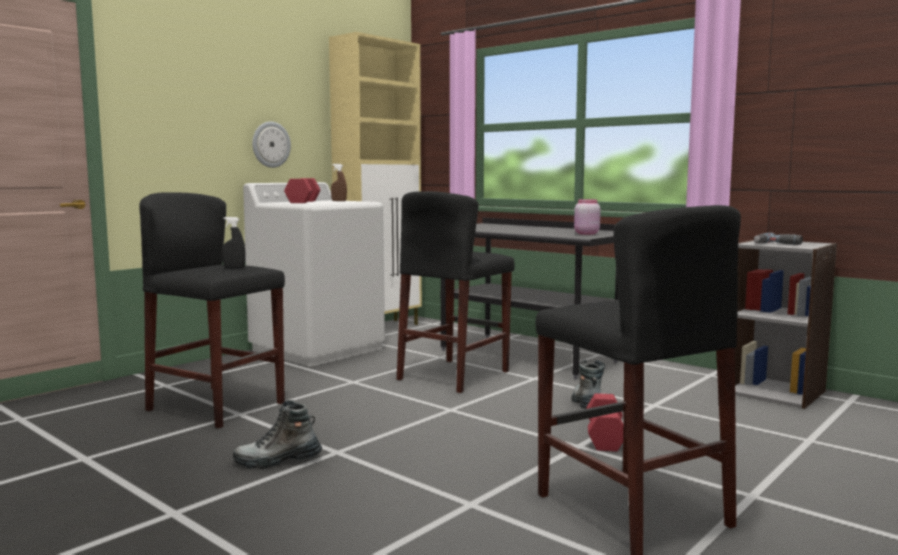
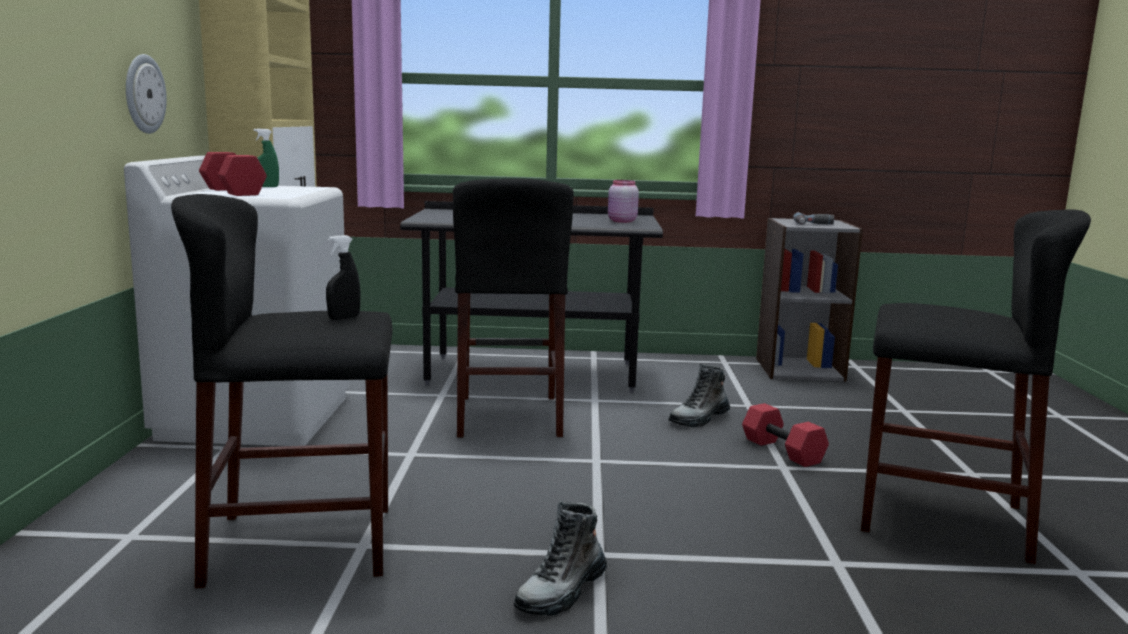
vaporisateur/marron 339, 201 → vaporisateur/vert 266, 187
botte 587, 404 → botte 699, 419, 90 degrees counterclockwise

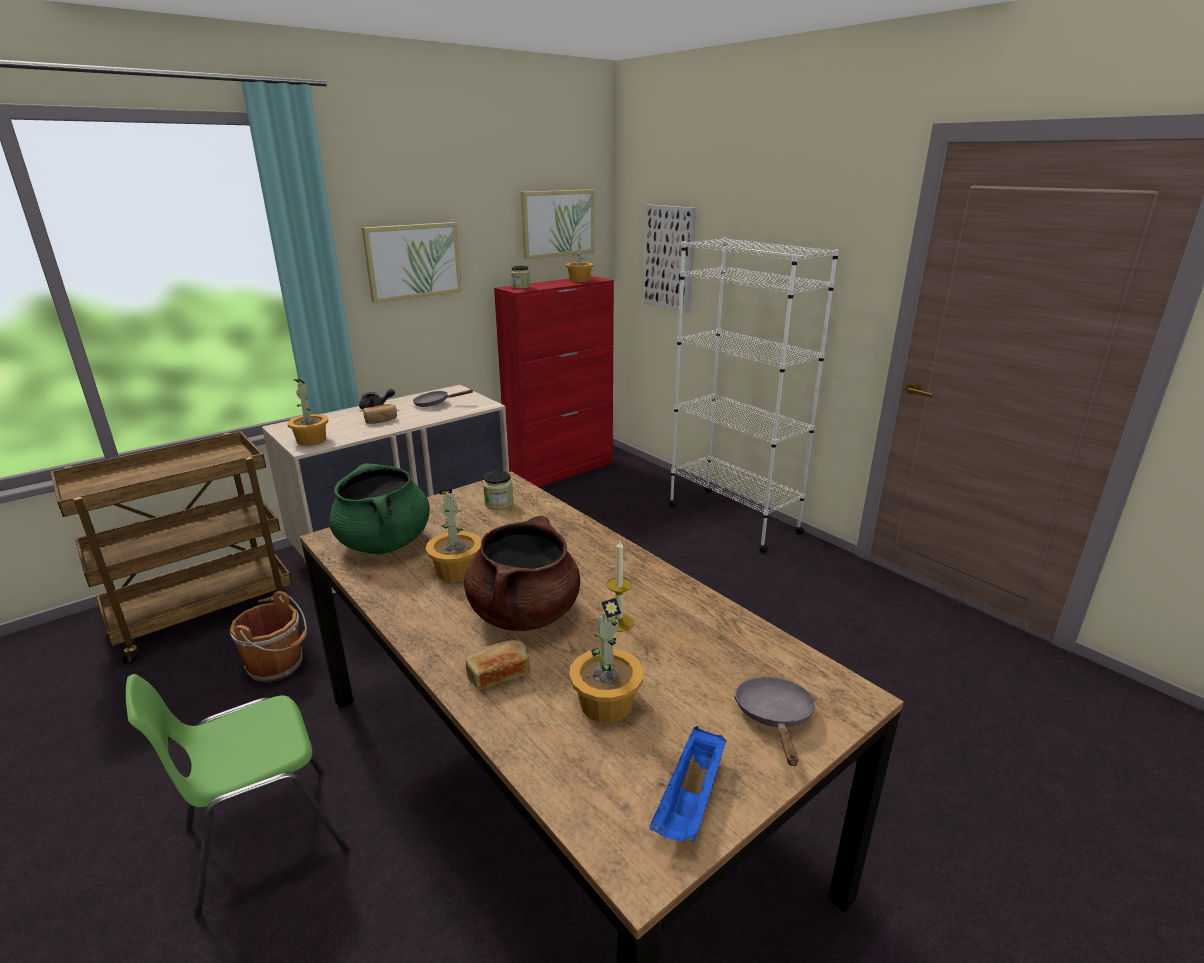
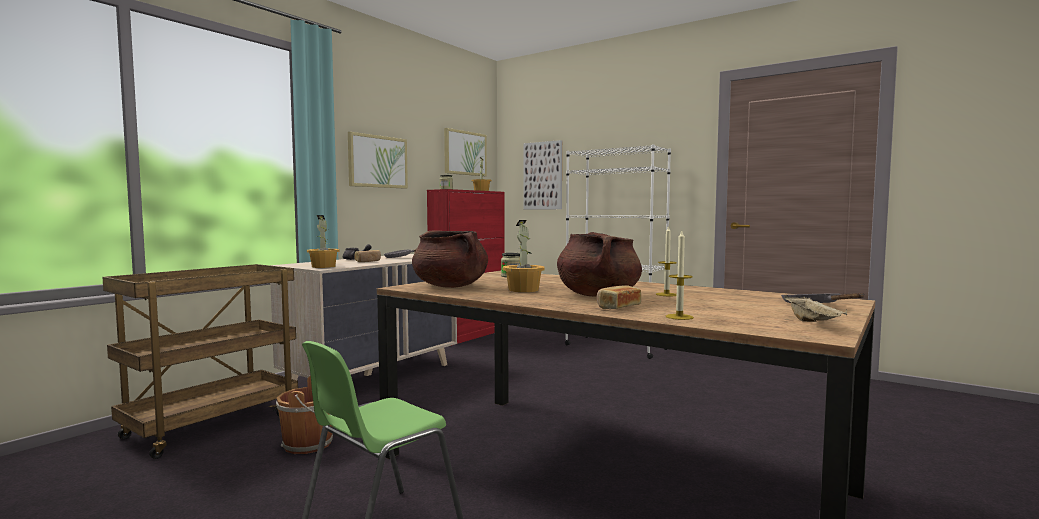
marmite/vert 385, 543 → marmite/marron 451, 286
- → bougie 679, 317
plateau/bleu 690, 801 → plateau/beige 812, 323
plante en pot 605, 703 → -

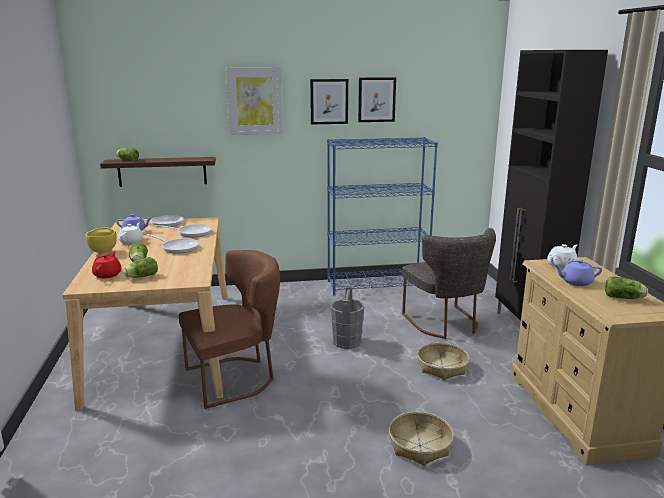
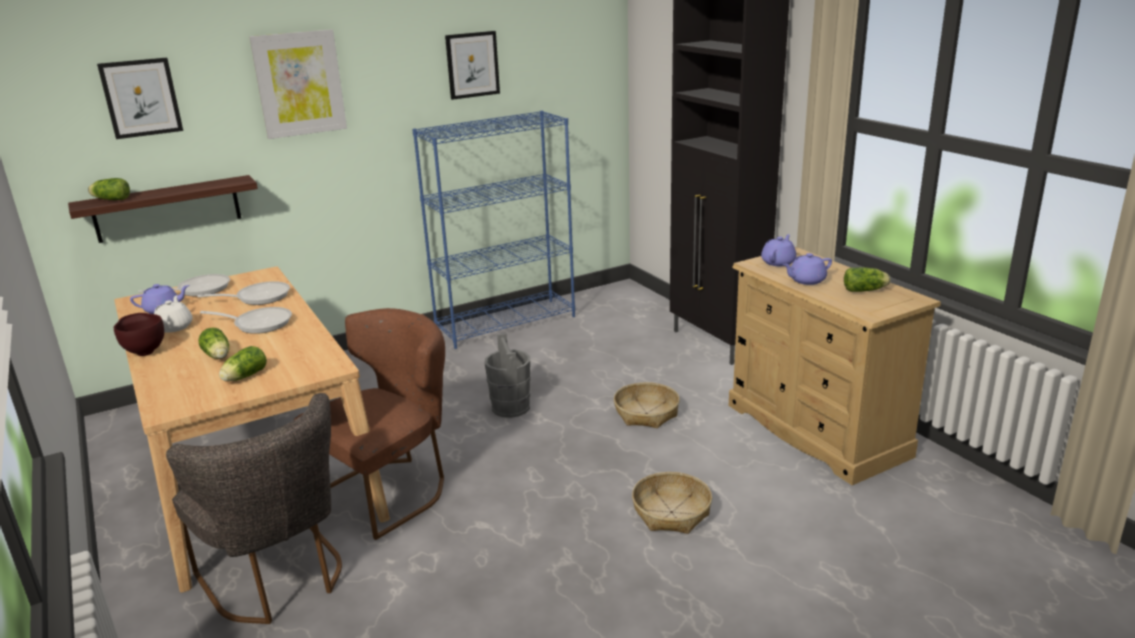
tableau 329, 101 → tableau 141, 98, relocated
bol/jaune 103, 252 → bol/marron 145, 351
chaise/gris 445, 324 → chaise/gris 279, 580, relocated
théière/blanc 562, 265 → théière/violet 778, 262
théière/rouge 108, 274 → -

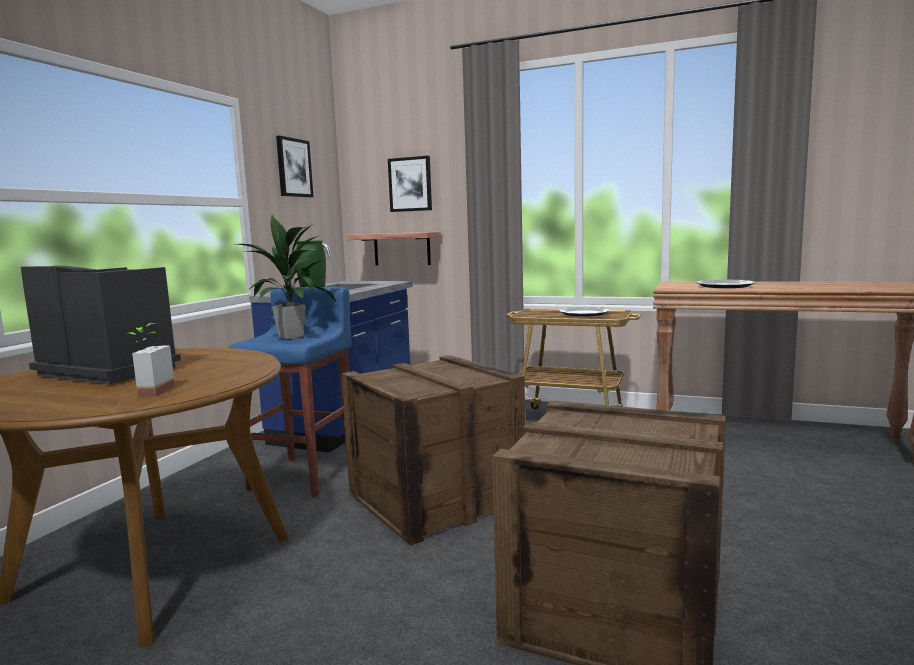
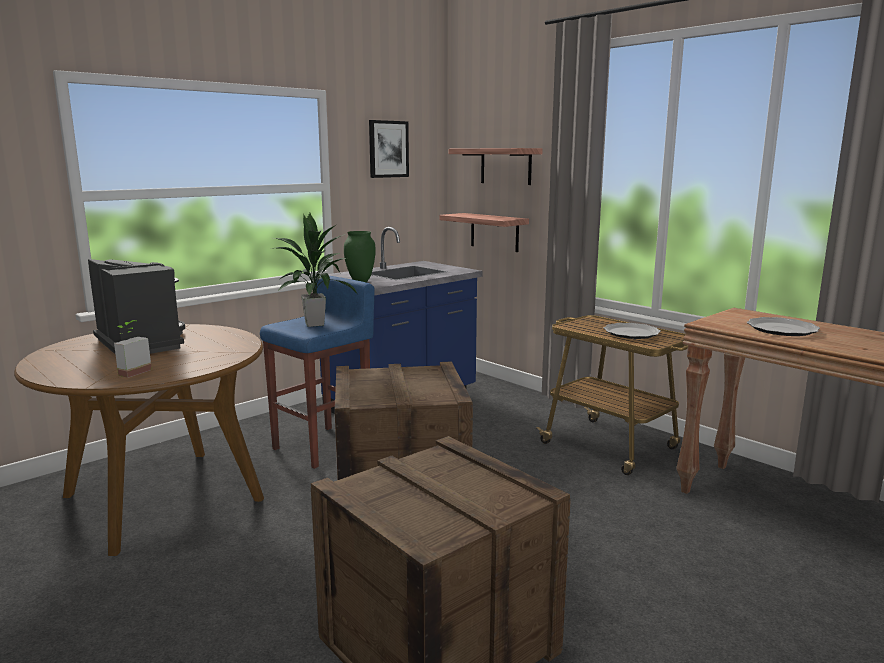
tableau 410, 184 → étagère 505, 166

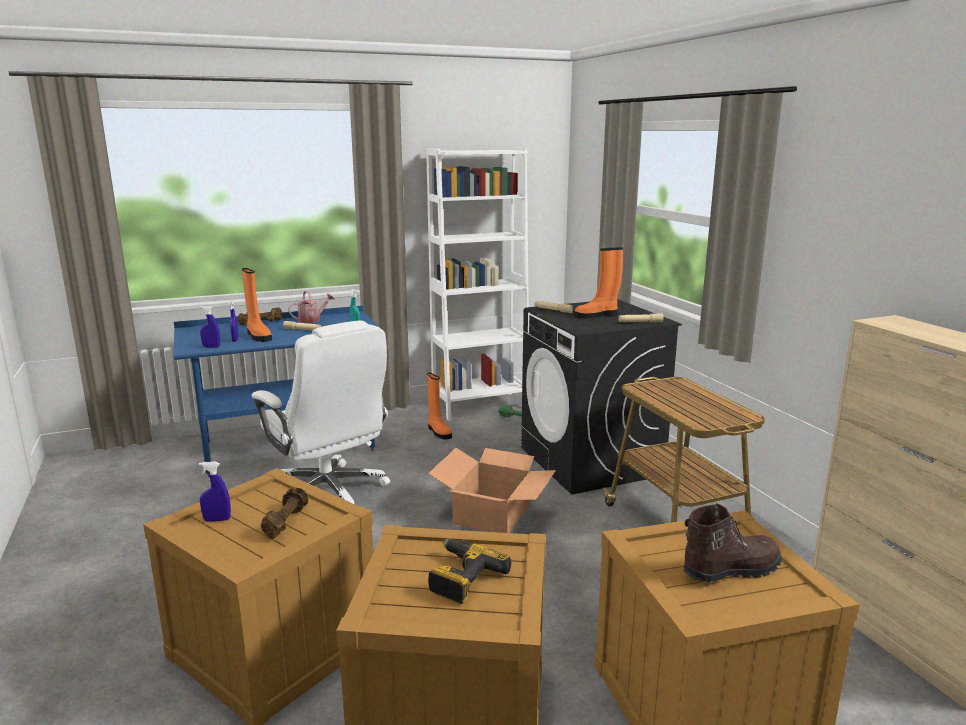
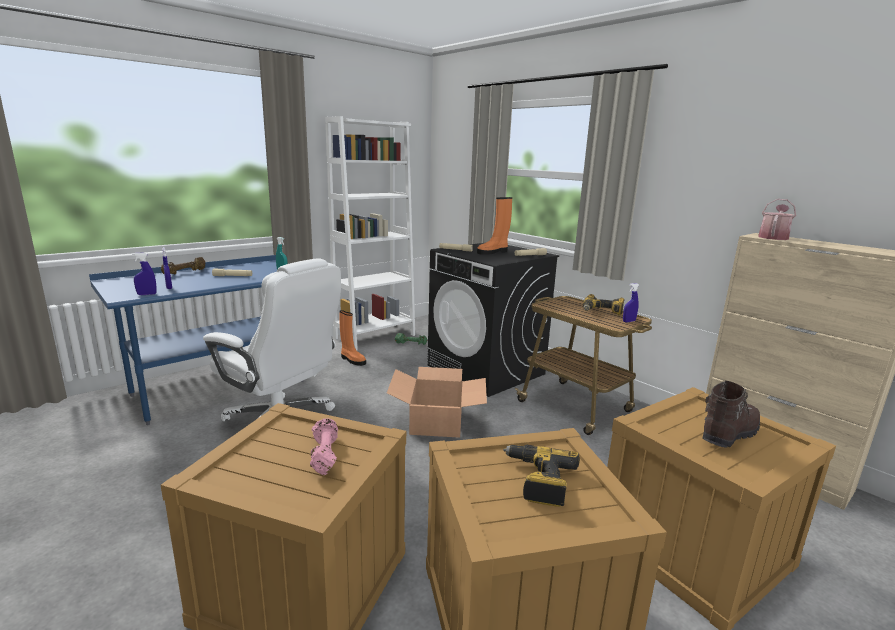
haltère/marron 285, 522 → haltère/rose 324, 455
- → perceuse 601, 311
vaporisateur/bleu 217, 520 → vaporisateur/bleu 629, 321, relocated
arrosoir 312, 320 → arrosoir 773, 237, relocated
botte/orange 258, 336 → -

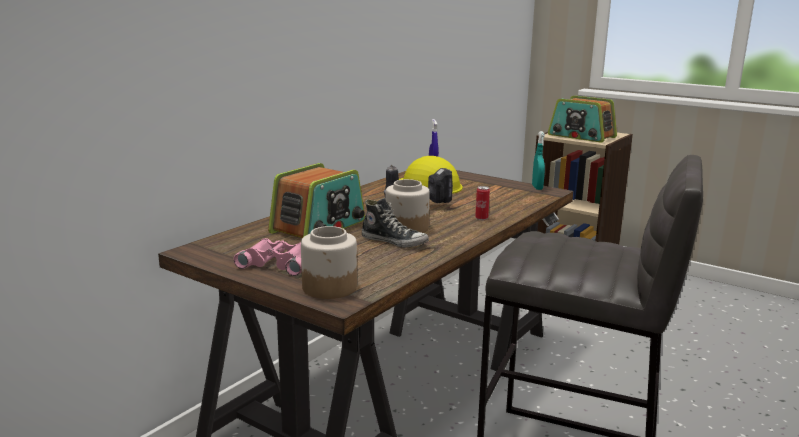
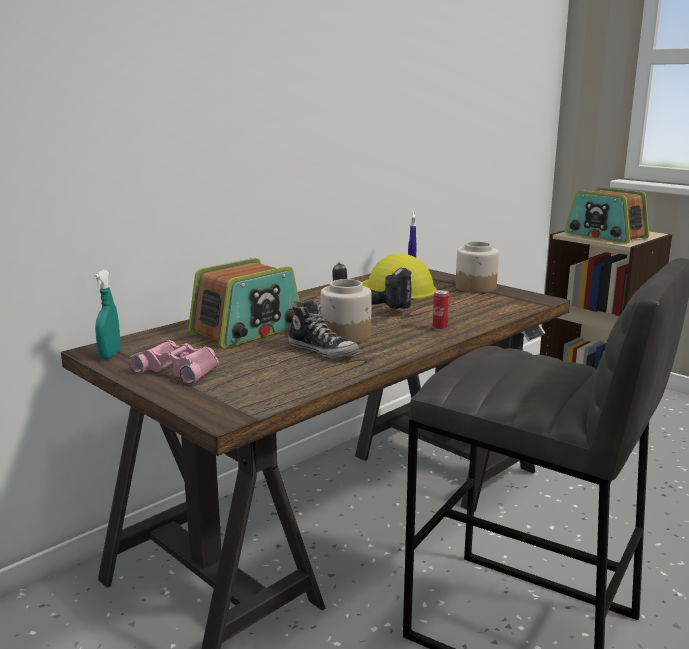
vaporisateur/turquoise 537, 187 → vaporisateur/turquoise 110, 355, relocated
bocal 330, 287 → bocal 476, 287, relocated

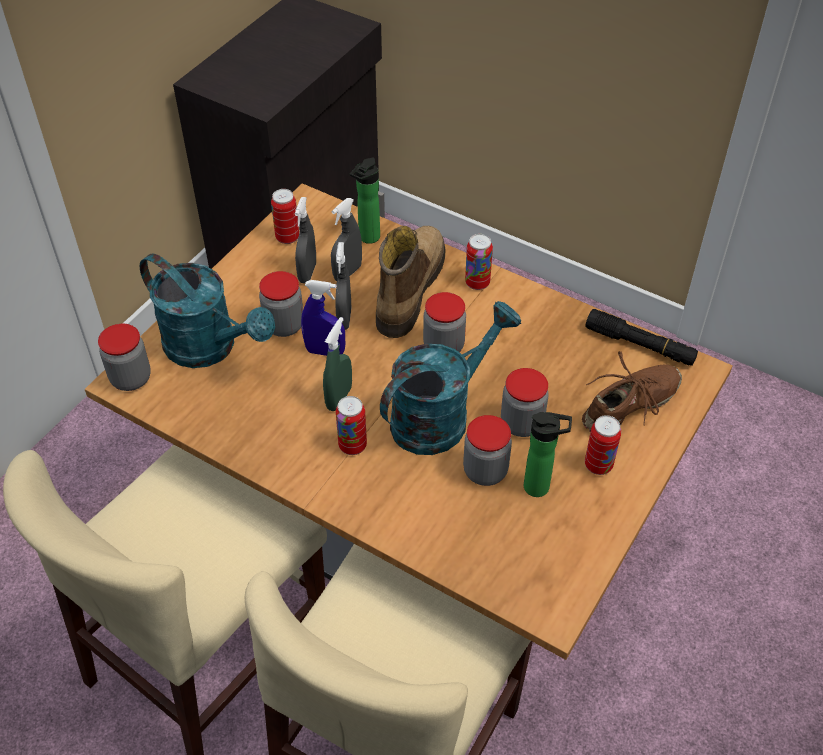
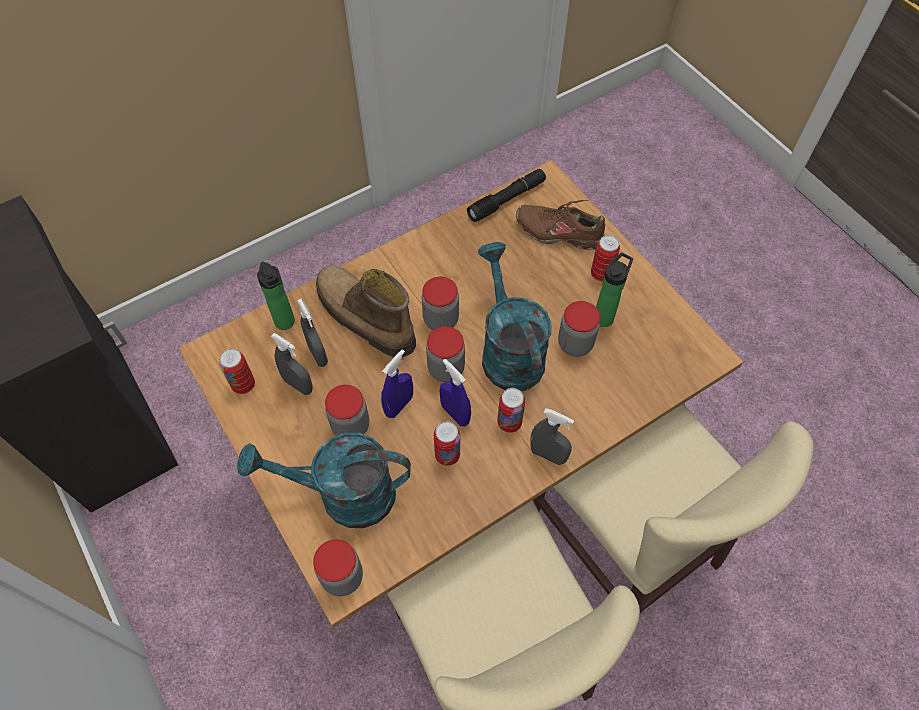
arrosoir/turquoise 210, 348 → arrosoir/turquoise 343, 495, 150 degrees counterclockwise
bocal 521, 423 → bocal 446, 369, relocated
boîte métallique 477, 283 → boîte métallique 447, 455, relocated
vaporisateur/vert 339, 398 → vaporisateur/bleu 455, 414
chaussure/marron 630, 407 → chaussure/marron 559, 232, 60 degrees counterclockwise
vaporisateur/gris 344, 318 → vaporisateur/gris 548, 455, relocated

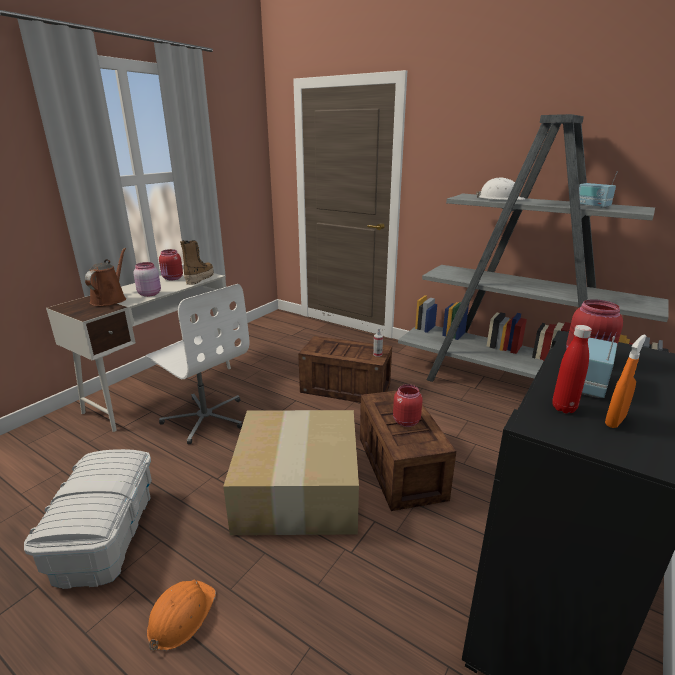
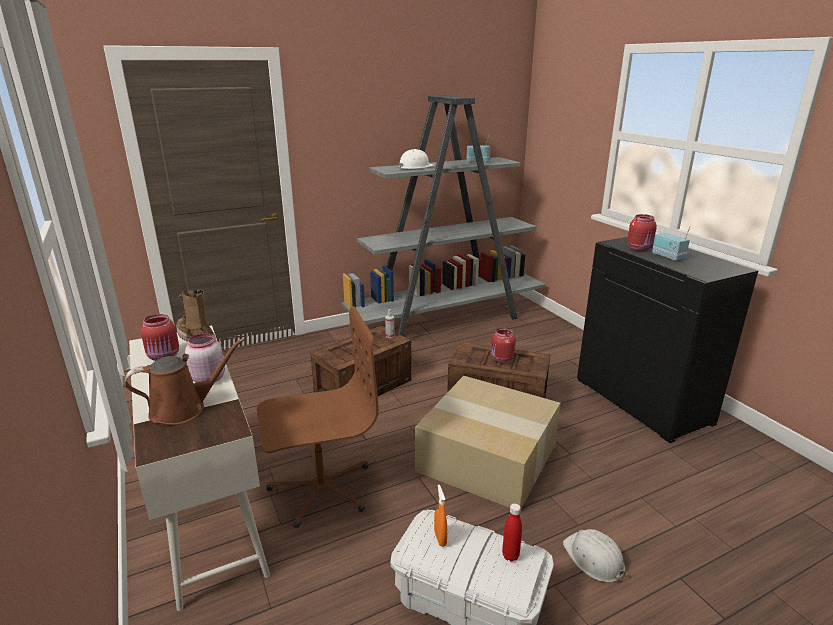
arrosoir/marron 110, 299 → arrosoir/marron 183, 409, 120 degrees clockwise
chaise de bureau/blanc 205, 418 → chaise de bureau/marron 321, 488
vaporisateur/orange 615, 421 → vaporisateur/orange 440, 538, relocated
bouteille/rouge 563, 408 → bouteille/rouge 510, 555, relocated
casque de chantier/orange 181, 616 → casque de chantier/blanc 594, 558

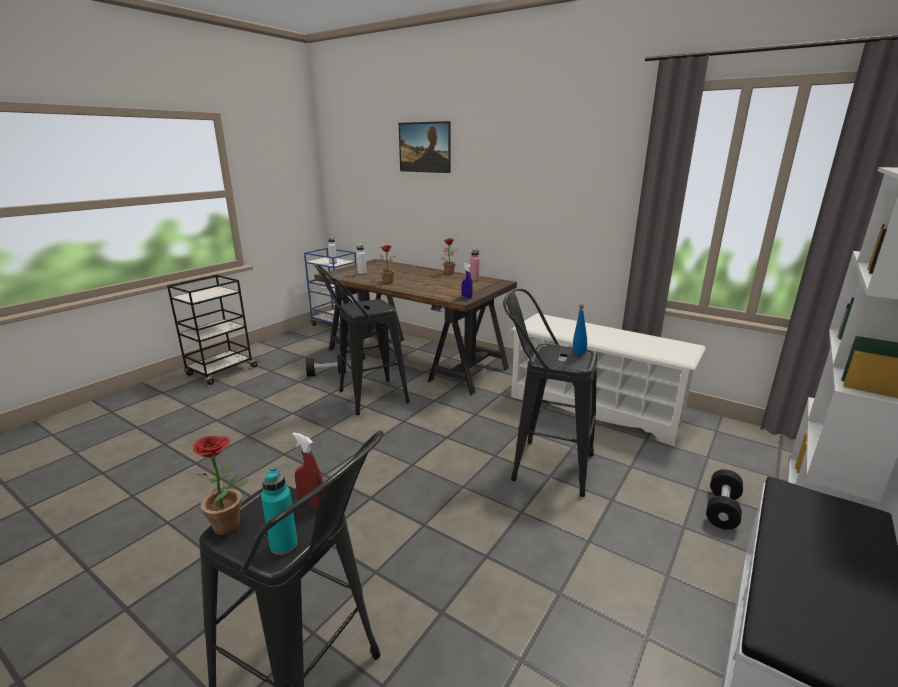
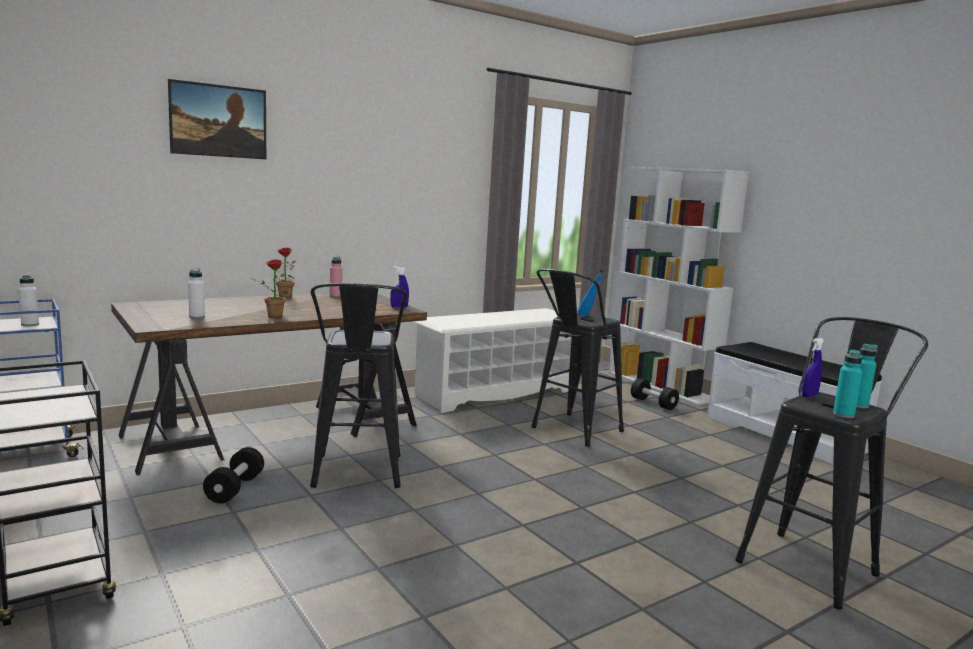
vaporisateur/rouge 311, 503 → vaporisateur/bleu 809, 396
plante en pot 232, 527 → bouteille/turquoise 843, 415

